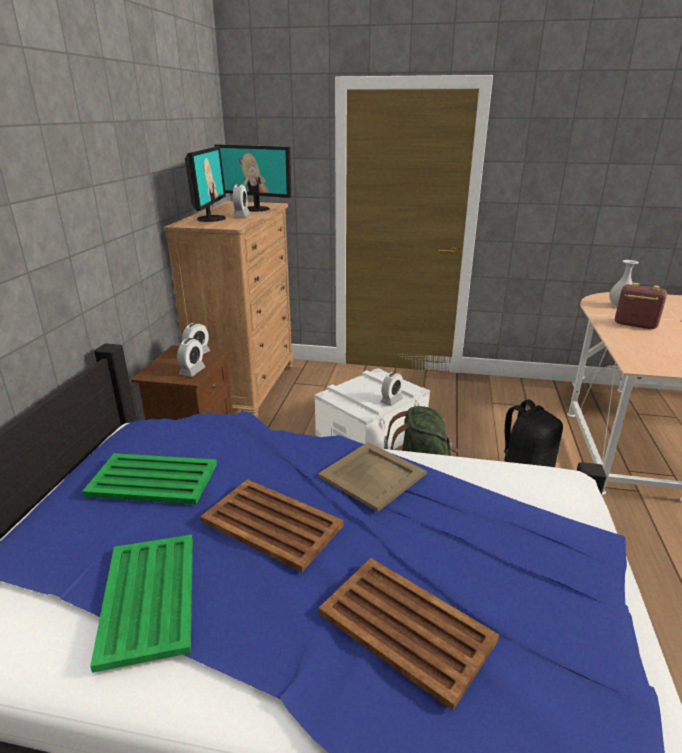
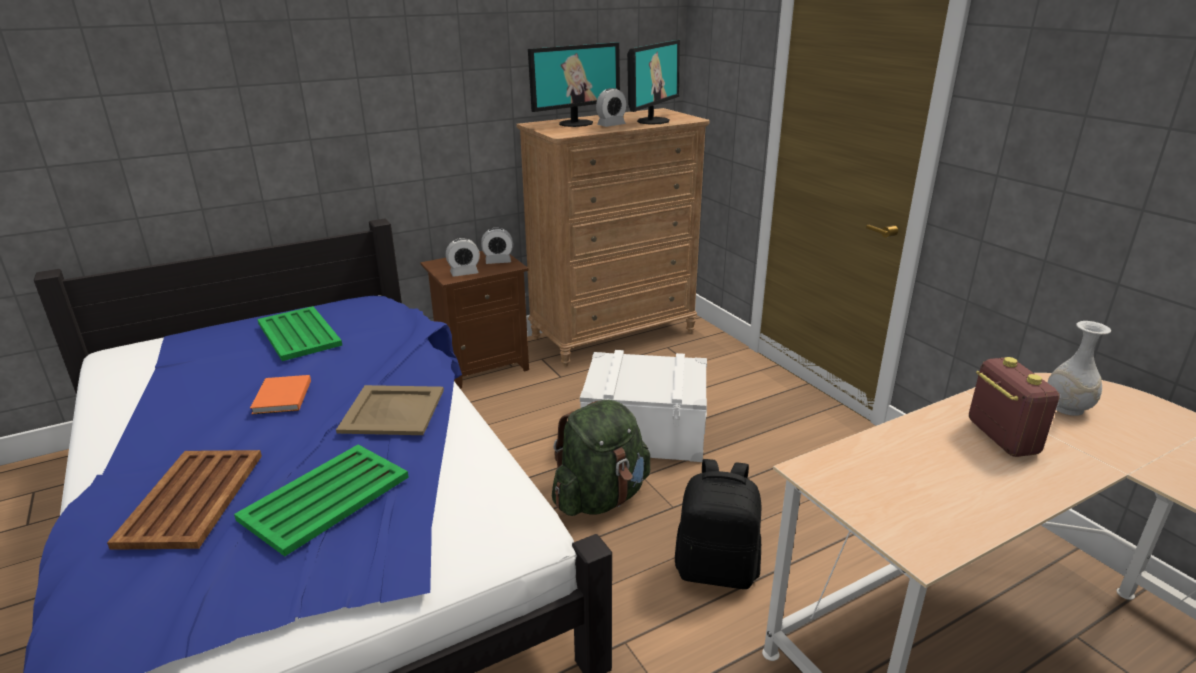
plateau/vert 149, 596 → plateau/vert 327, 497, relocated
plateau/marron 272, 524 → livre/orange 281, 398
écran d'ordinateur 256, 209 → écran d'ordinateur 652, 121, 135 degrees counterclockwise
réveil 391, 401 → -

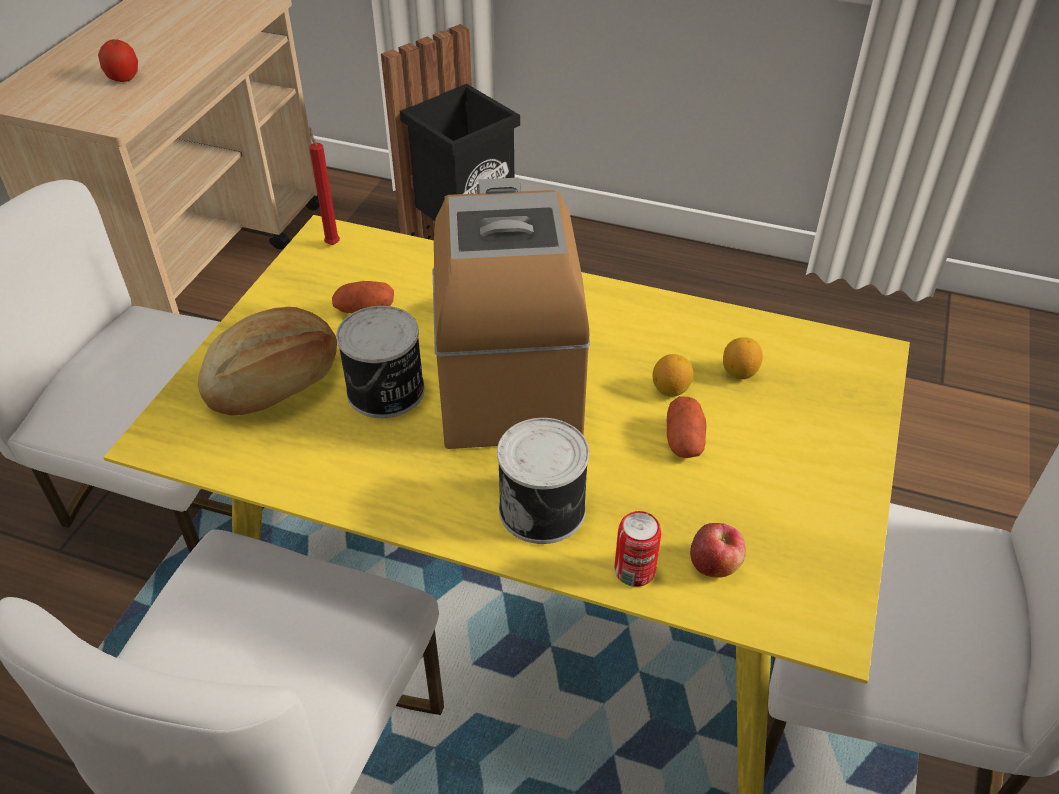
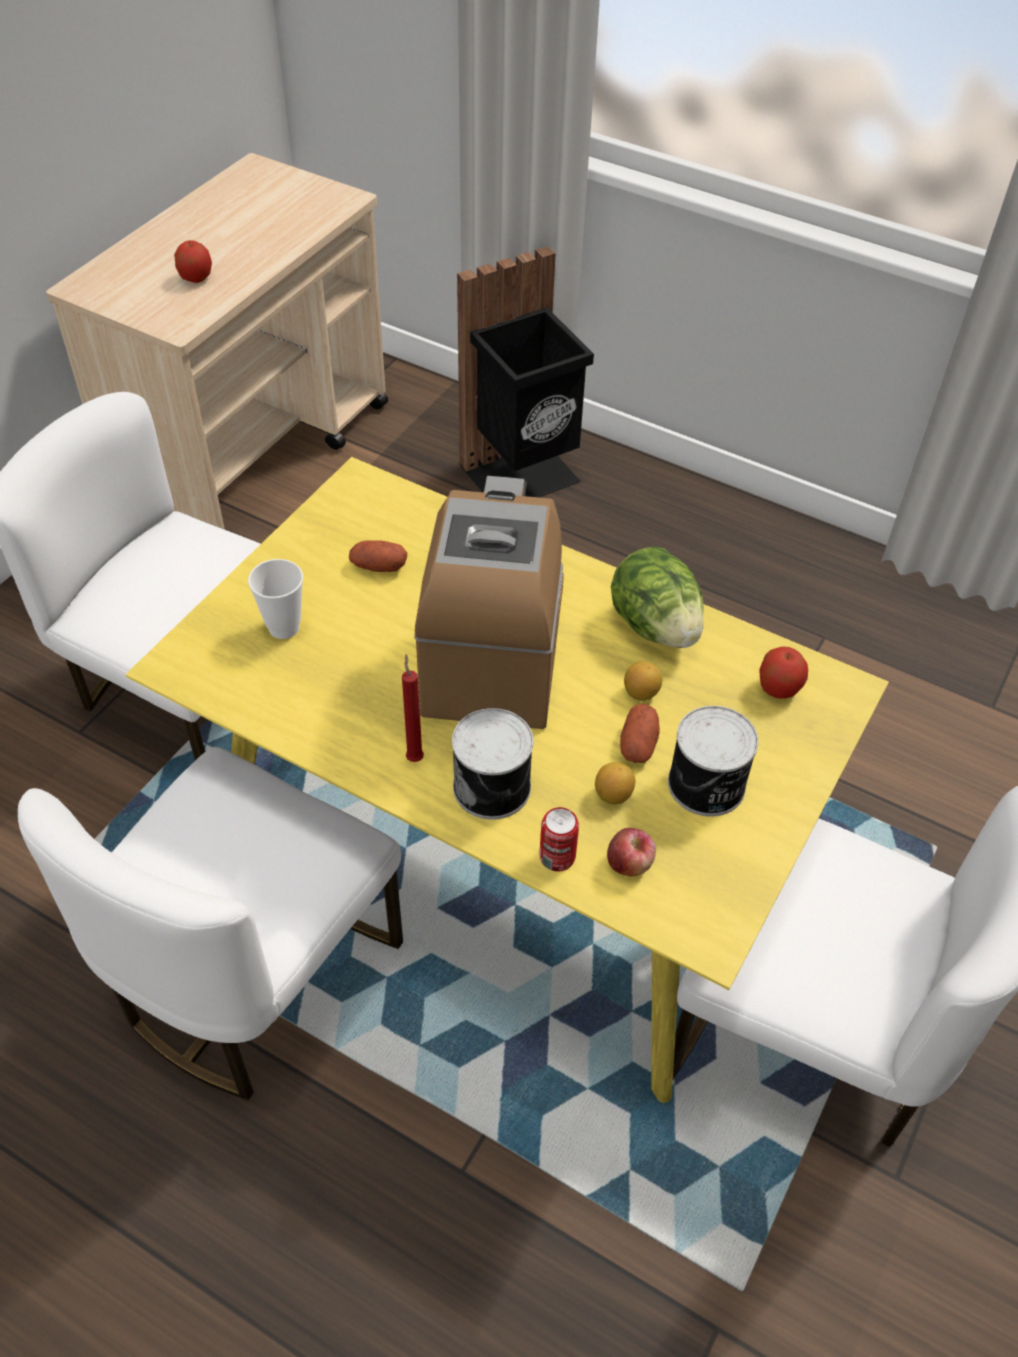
pain 275, 383 → tasse 284, 627
bougie/rouge 332, 243 → bougie/rouge 414, 757, relocated
citron 739, 372 → citron 613, 794, relocated
- → laitue 655, 626
boîte métallique 386, 392 → boîte métallique 707, 786, relocated
- → pomme 778, 688

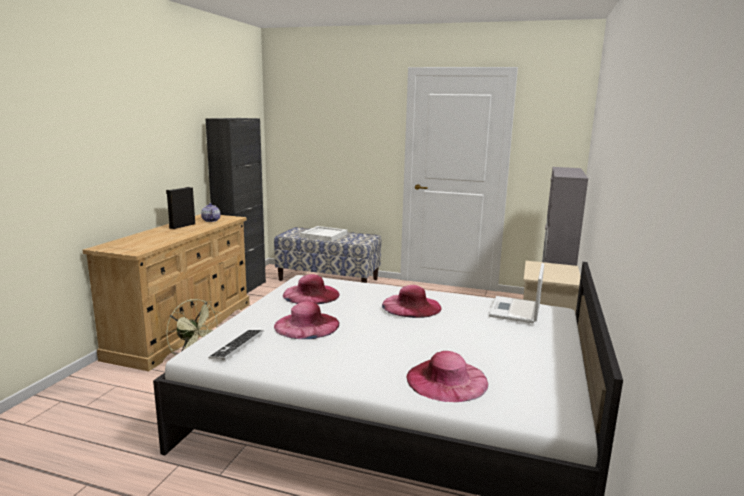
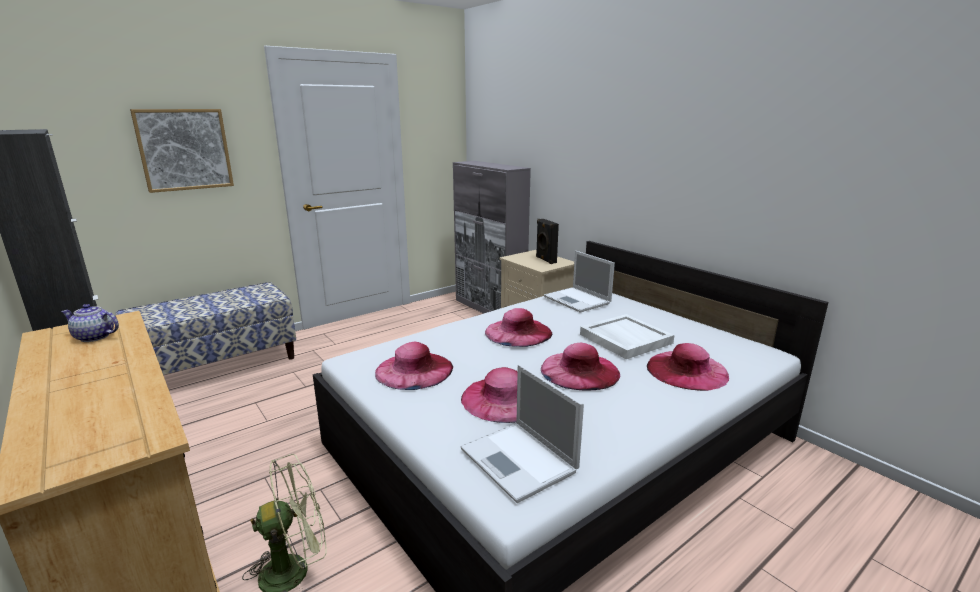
- → tableau 184, 149
clavier 237, 345 → ordinateur portable 520, 461
enceinte/noir 181, 226 → enceinte/noir 545, 260, relocated
- → chapeau/rose 579, 370
plateau/blanc 324, 235 → plateau/blanc 624, 339, relocated

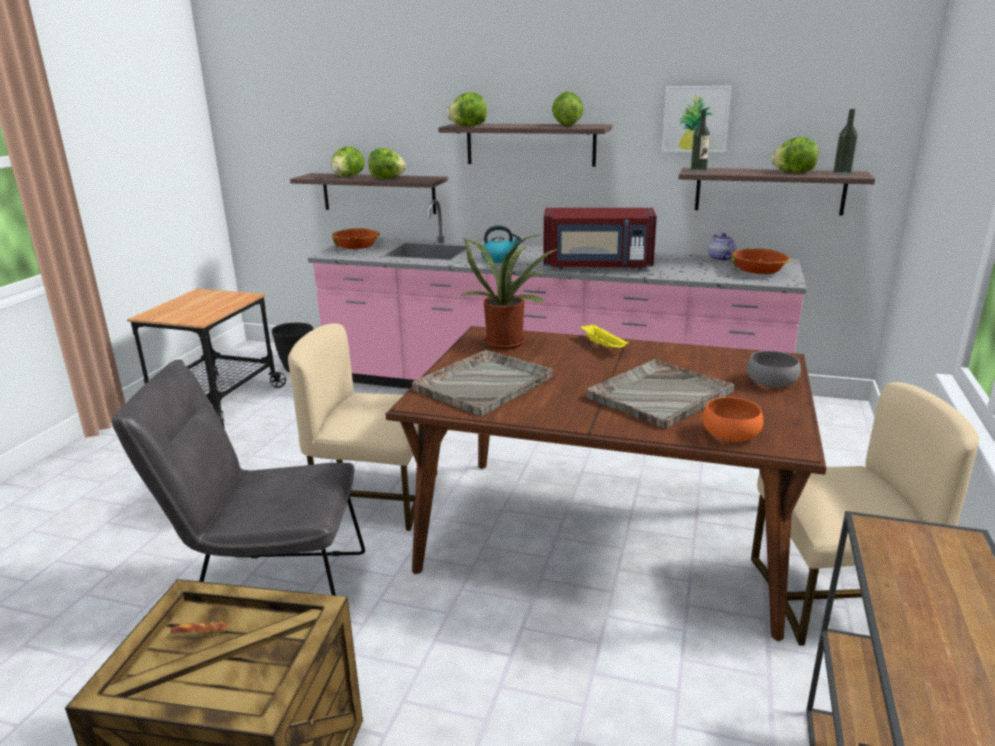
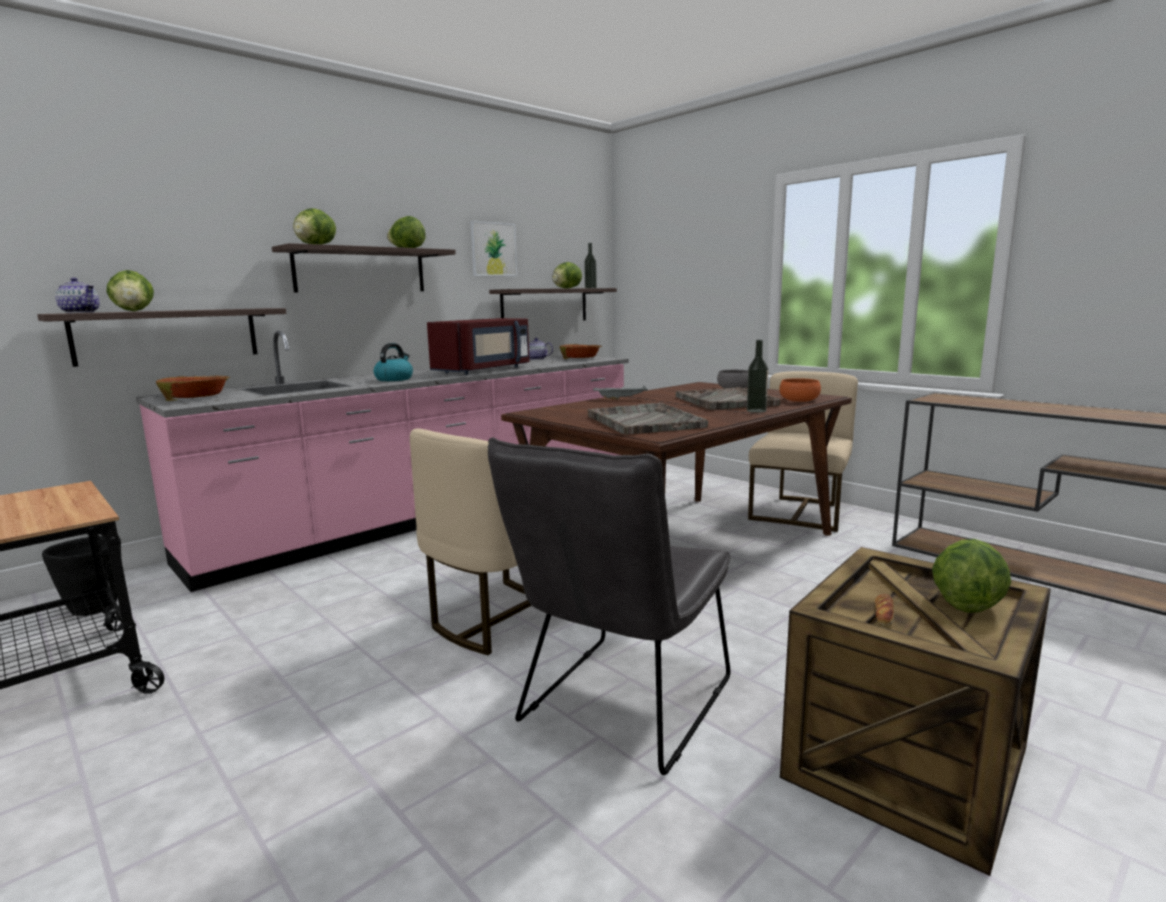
- → théière 80, 312
plateau/jaune 604, 346 → plateau/gris 621, 399
bouteille 698, 170 → bouteille 756, 411, relocated
laitue 387, 178 → laitue 965, 604, relocated
plante en pot 508, 342 → -

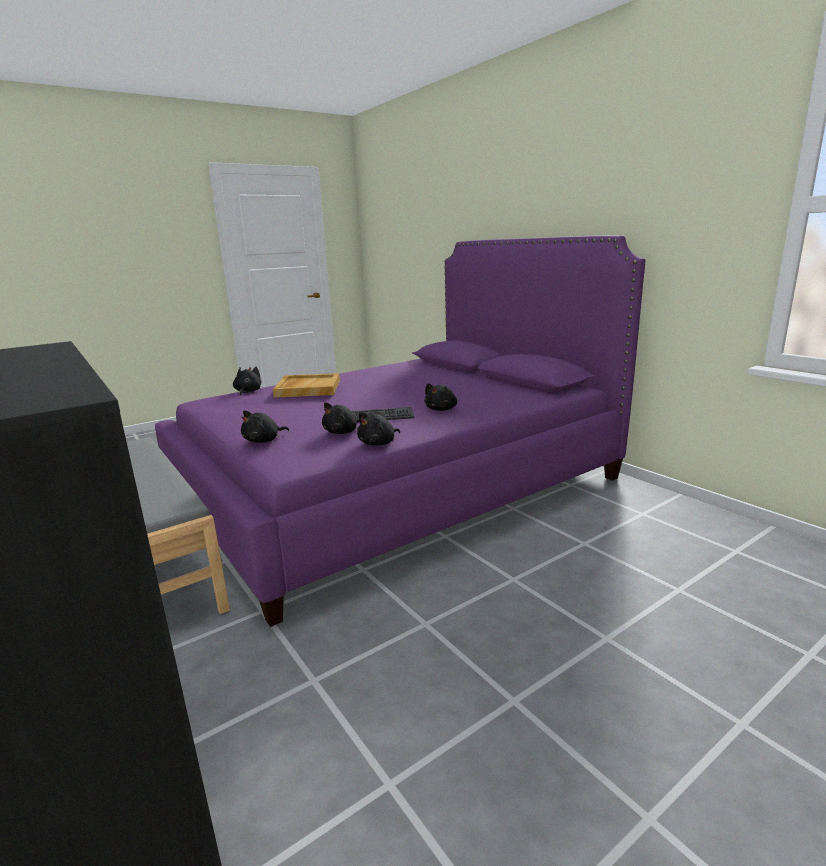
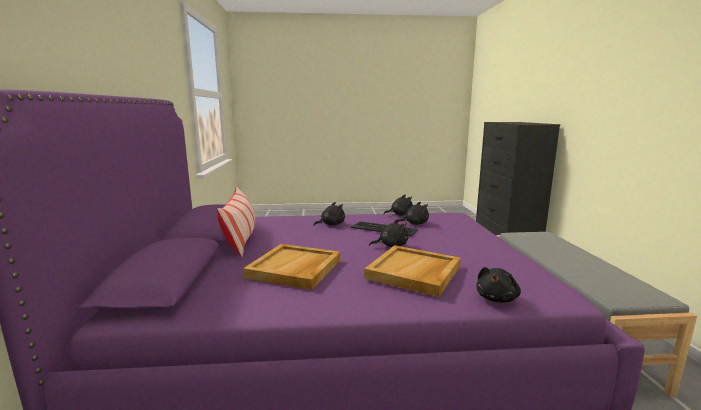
- → coussin 241, 239
- → plateau/beige 295, 269
peluche/noir 264, 441 → peluche/noir 391, 246, relocated

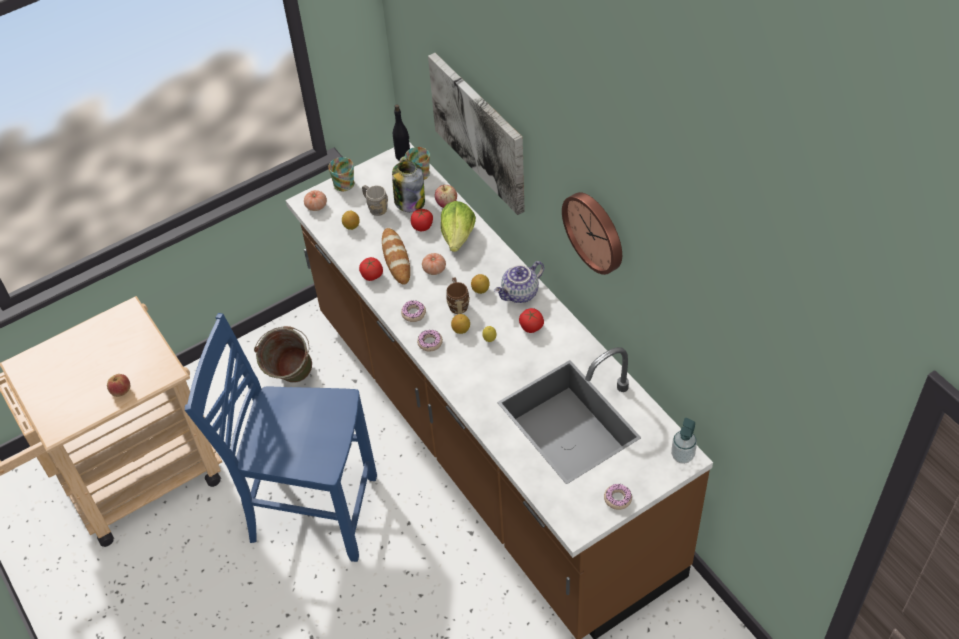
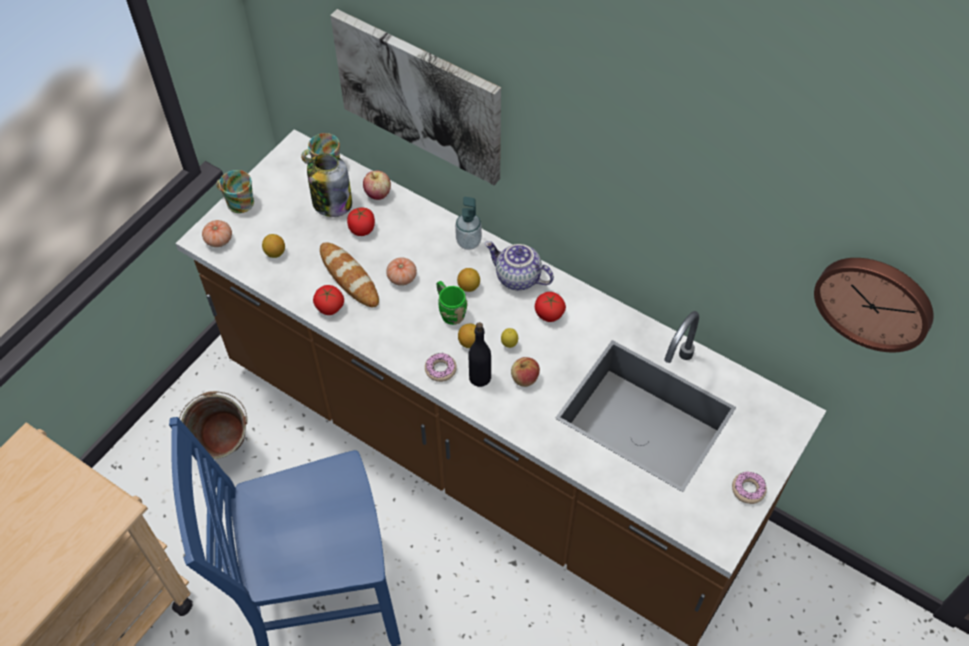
mug/marron 457, 303 → mug/vert 450, 311
distributeur de savon 682, 455 → distributeur de savon 468, 242, relocated
bouteille/noir 403, 156 → bouteille/noir 480, 377, relocated
théière 520, 294 → théière 517, 278, 90 degrees clockwise
pomme 121, 391 → pomme 524, 378, relocated
horloge murale 595, 231 → horloge murale 875, 300, relocated
mug/gris 375, 207 → -
beignet 413, 313 → -
laitue 458, 236 → -

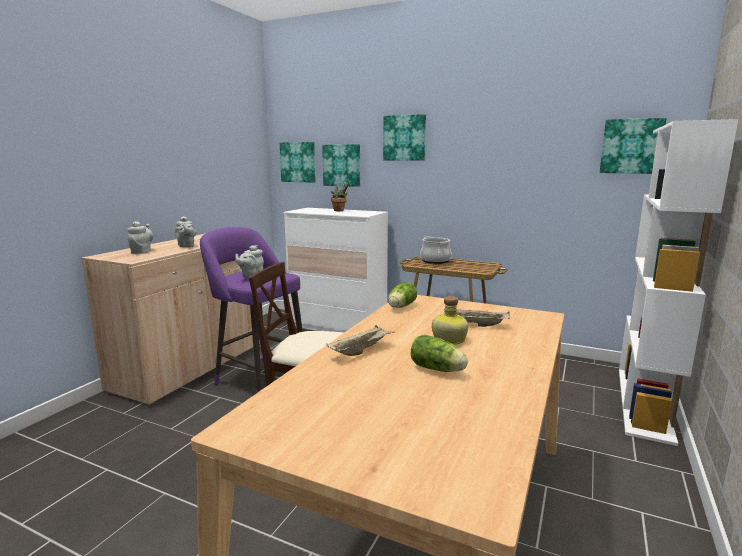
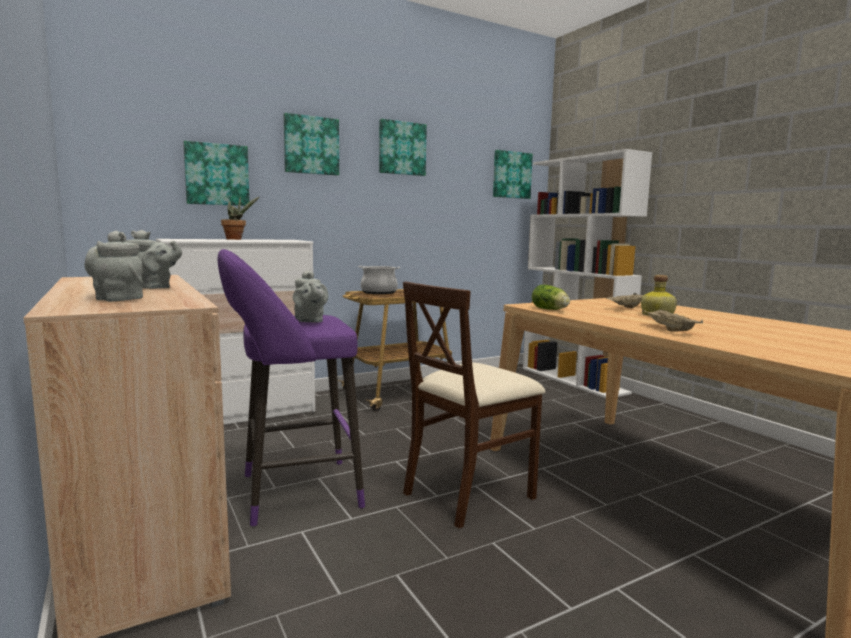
tableau 298, 162 → tableau 401, 148, relocated
laitue 438, 369 → -

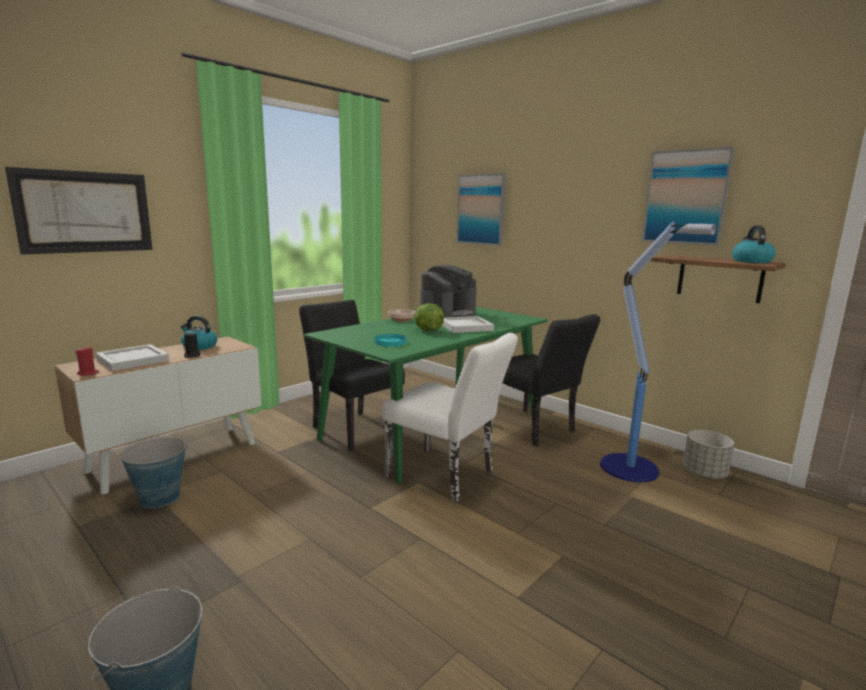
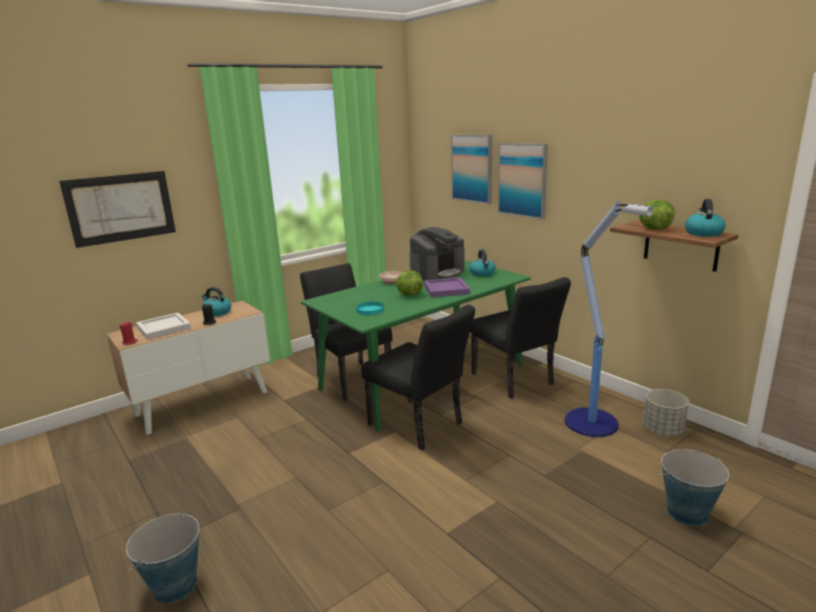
chaise/blanc 447, 476 → chaise/noir 420, 426
plateau/blanc 466, 326 → plateau/violet 446, 289
- → bouilloire 482, 273
tableau 686, 197 → tableau 523, 180, relocated
- → laitue 653, 229
seau 159, 498 → seau 686, 513, relocated

